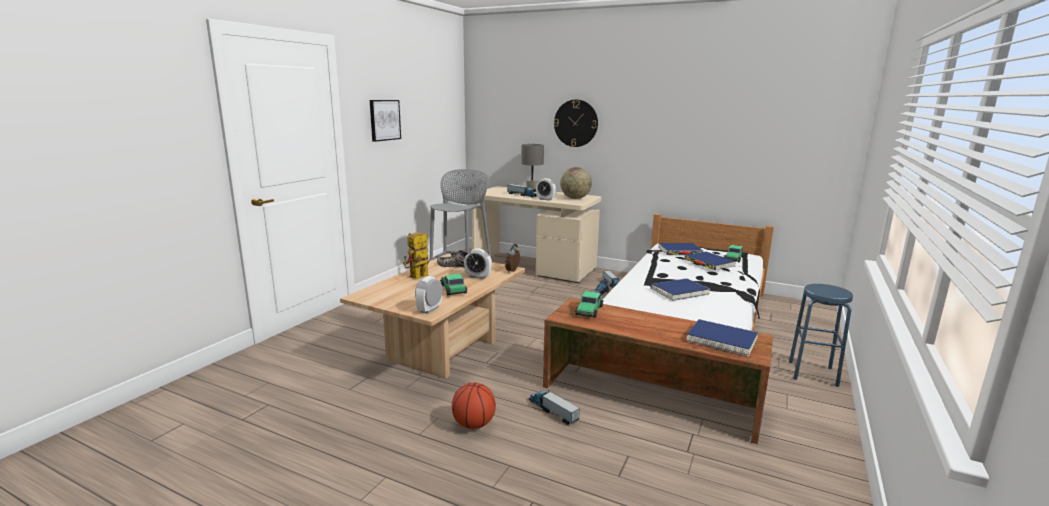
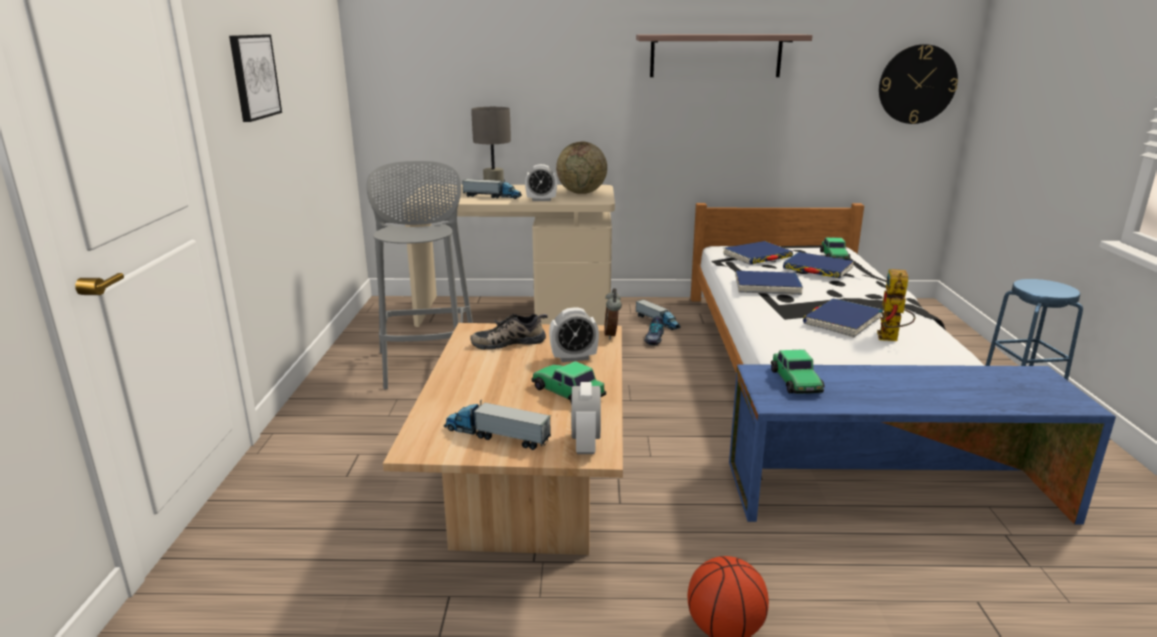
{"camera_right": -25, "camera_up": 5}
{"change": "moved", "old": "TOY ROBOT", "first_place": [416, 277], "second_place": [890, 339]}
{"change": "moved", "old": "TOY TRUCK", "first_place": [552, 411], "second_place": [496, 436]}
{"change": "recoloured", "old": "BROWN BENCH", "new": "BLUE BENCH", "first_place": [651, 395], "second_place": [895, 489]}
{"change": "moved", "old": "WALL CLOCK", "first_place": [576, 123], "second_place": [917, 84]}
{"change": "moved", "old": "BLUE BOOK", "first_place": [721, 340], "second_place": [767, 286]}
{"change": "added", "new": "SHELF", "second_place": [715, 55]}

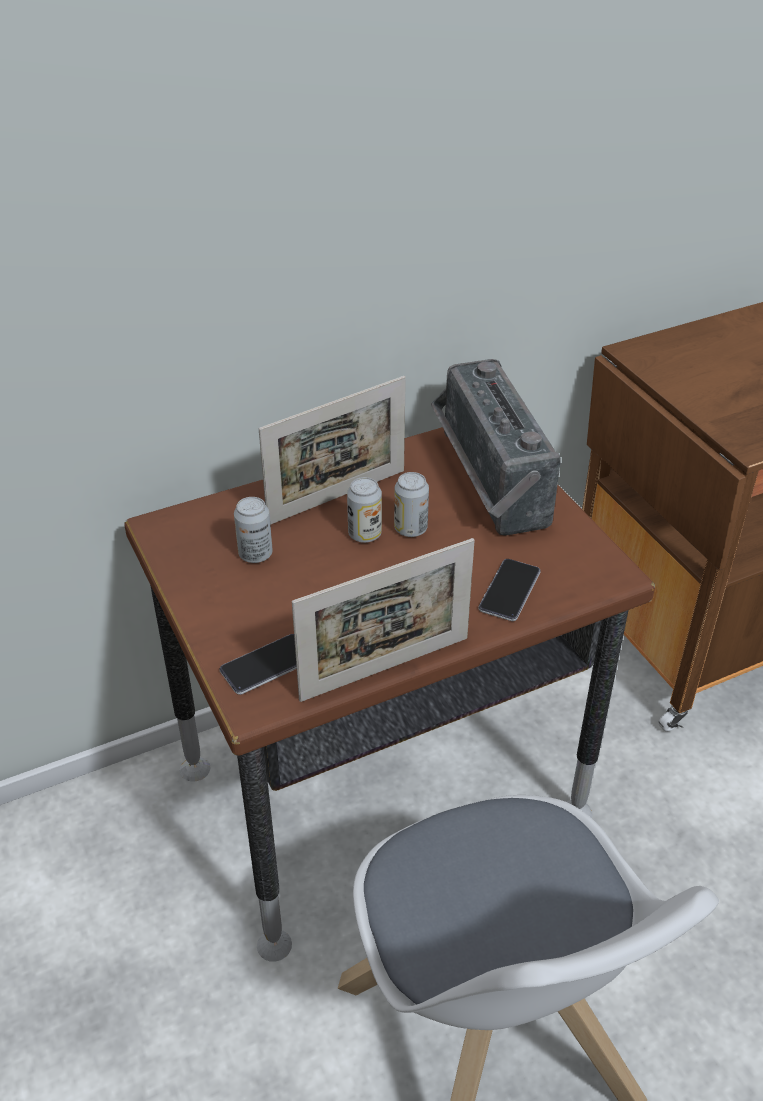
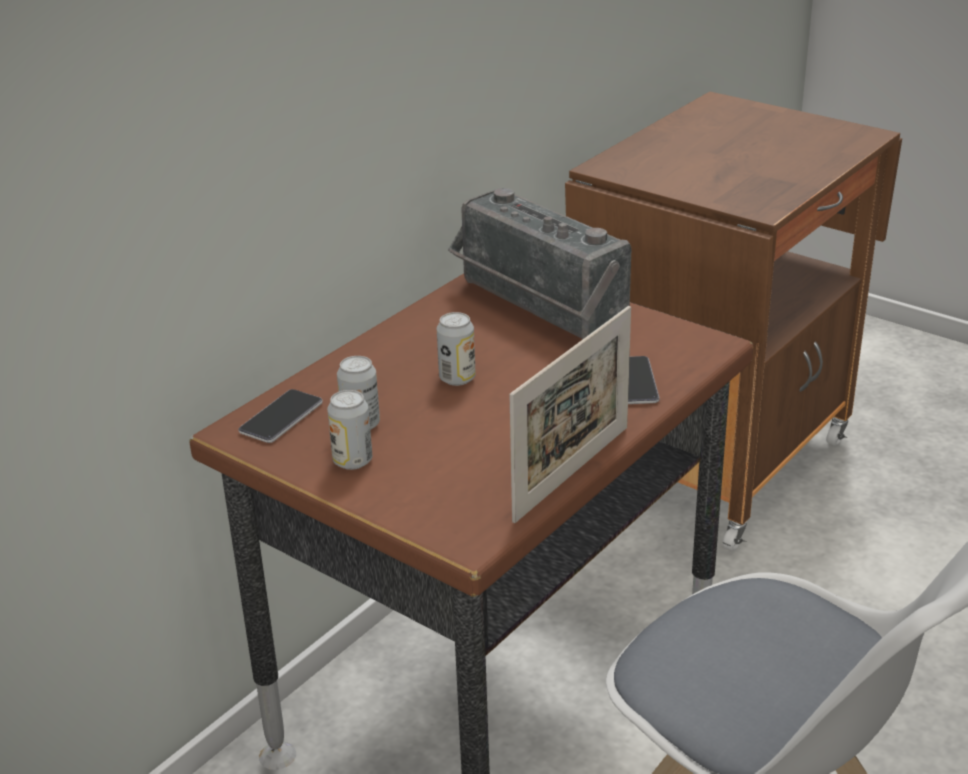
{"camera_right": -25, "camera_up": -10}
{"change": "moved", "old": "PHONE", "first_place": [266, 665], "second_place": [281, 417]}
{"change": "removed", "old": "PICTURE FRAME", "first_place": [337, 497]}
{"change": "moved", "old": "CAN", "first_place": [410, 529], "second_place": [352, 461]}

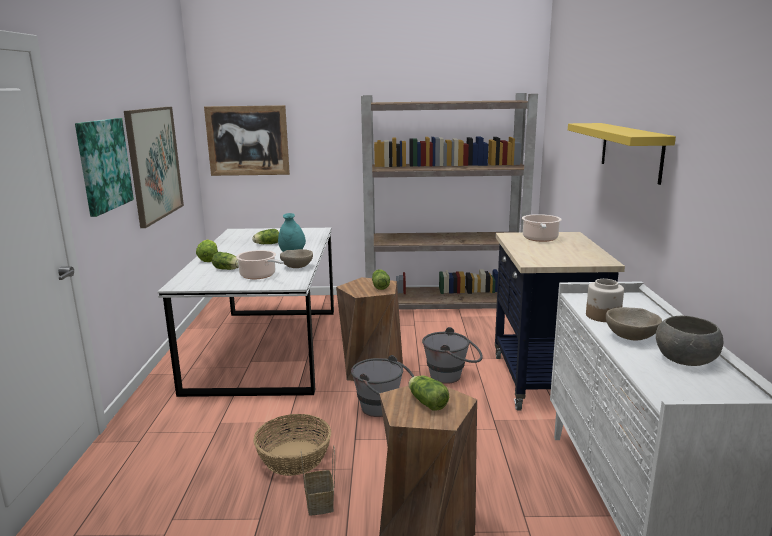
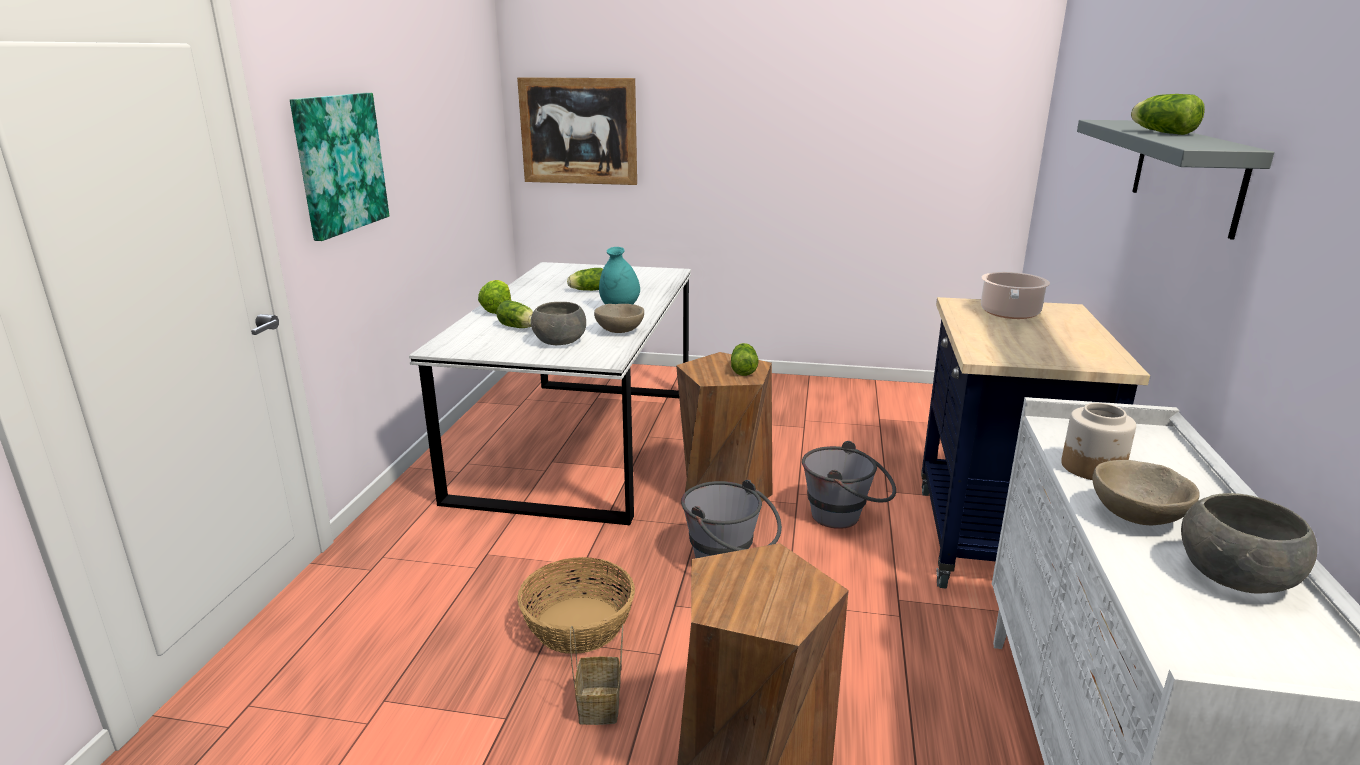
{"camera_right": 10, "camera_up": 5}
{"change": "removed", "old": "PICTURE", "first_place": [154, 163]}
{"change": "replaced", "old": "COOKING POT", "new": "GREY BOWL", "first_place": [259, 276], "second_place": [560, 341]}
{"change": "removed", "old": "BROWN BOOKCASE", "first_place": [443, 303]}
{"change": "moved", "old": "LETTUCE", "first_place": [426, 402], "second_place": [1160, 132]}
{"change": "recoloured", "old": "YELLOW SHELF", "new": "GREY SHELF", "first_place": [630, 150], "second_place": [1186, 173]}

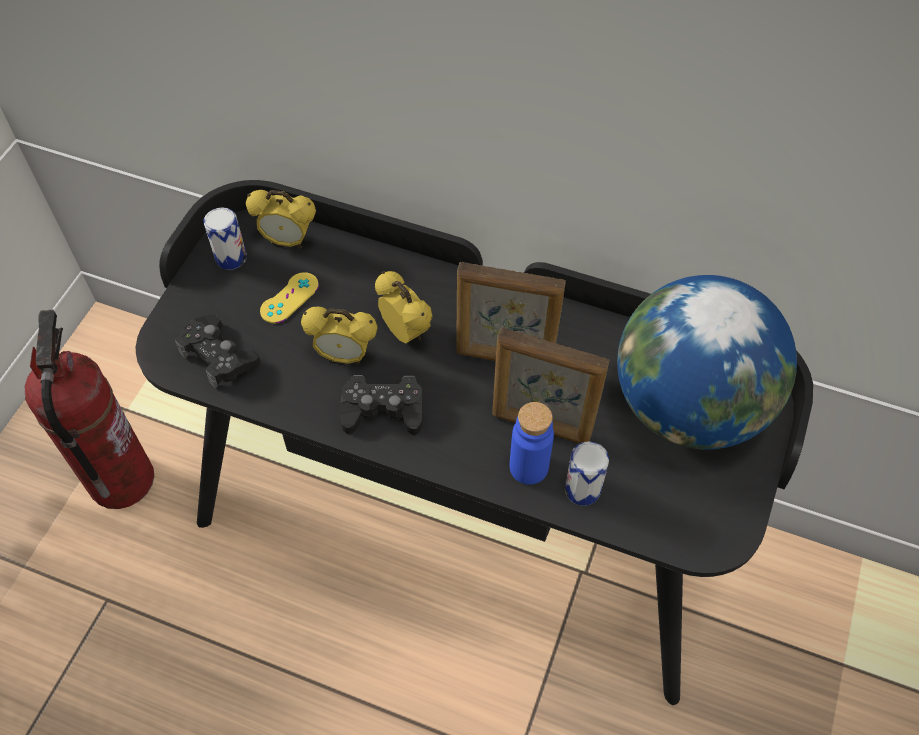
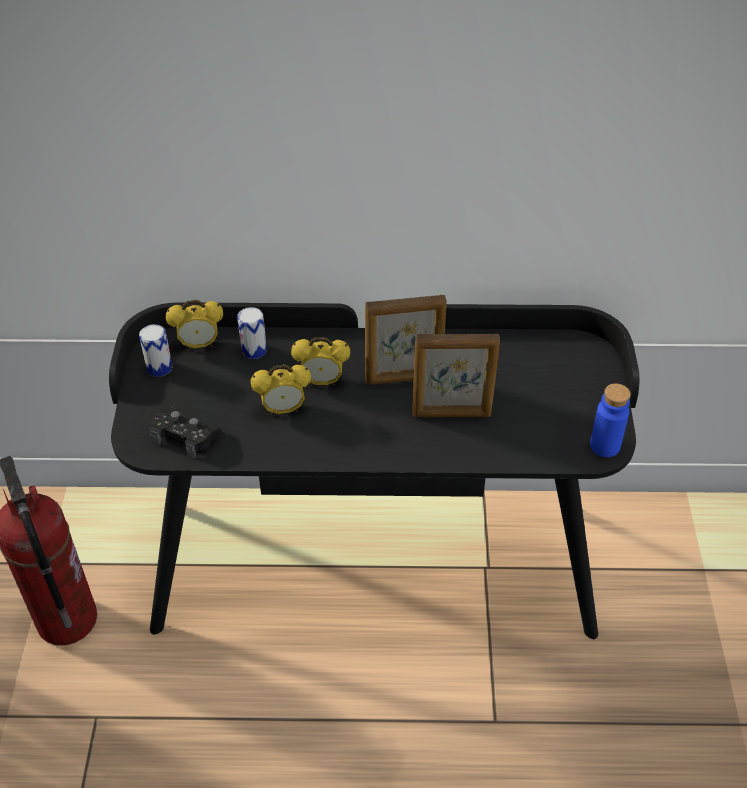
{"camera_right": -20, "camera_up": -10}
{"change": "removed", "old": "YELLOW GAME CONTROLLER", "first_place": [289, 298]}
{"change": "removed", "old": "BLACK GAME CONTROLLER", "first_place": [383, 410]}
{"change": "turned", "old": "ALARM CLOCK", "first_place": [405, 333], "second_place": [322, 382], "degrees": 150}
{"change": "moved", "old": "BLUE BOTTLE", "first_place": [528, 467], "second_place": [605, 446]}
{"change": "moved", "old": "CAN", "first_place": [582, 489], "second_place": [254, 350]}
{"change": "removed", "old": "GLOBE", "first_place": [689, 407]}

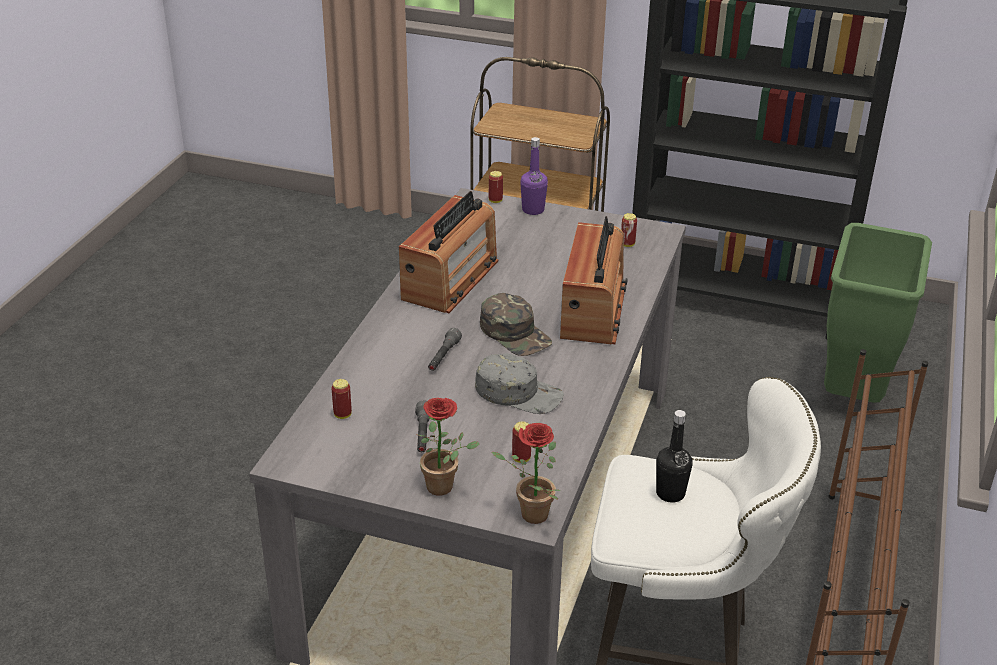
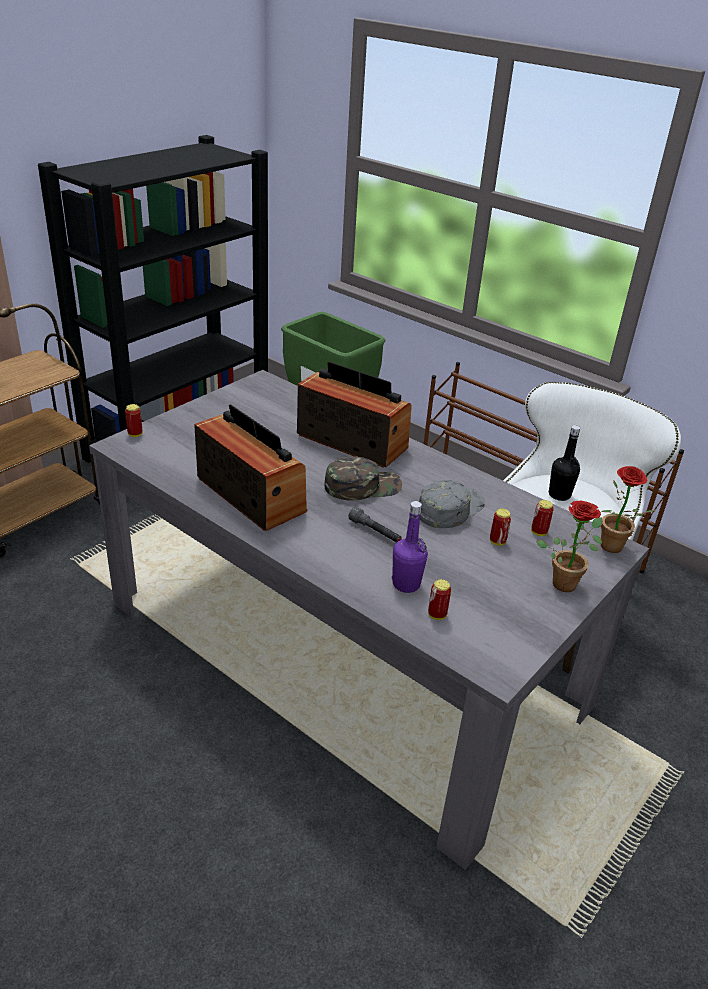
{"camera_right": -70, "camera_up": 0}
{"change": "removed", "old": "GREY FLASHLIGHT", "first_place": [423, 434]}
{"change": "moved", "old": "PURPLE BOTTLE", "first_place": [533, 210], "second_place": [406, 584]}
{"change": "moved", "old": "CAN", "first_place": [627, 244], "second_place": [497, 542]}

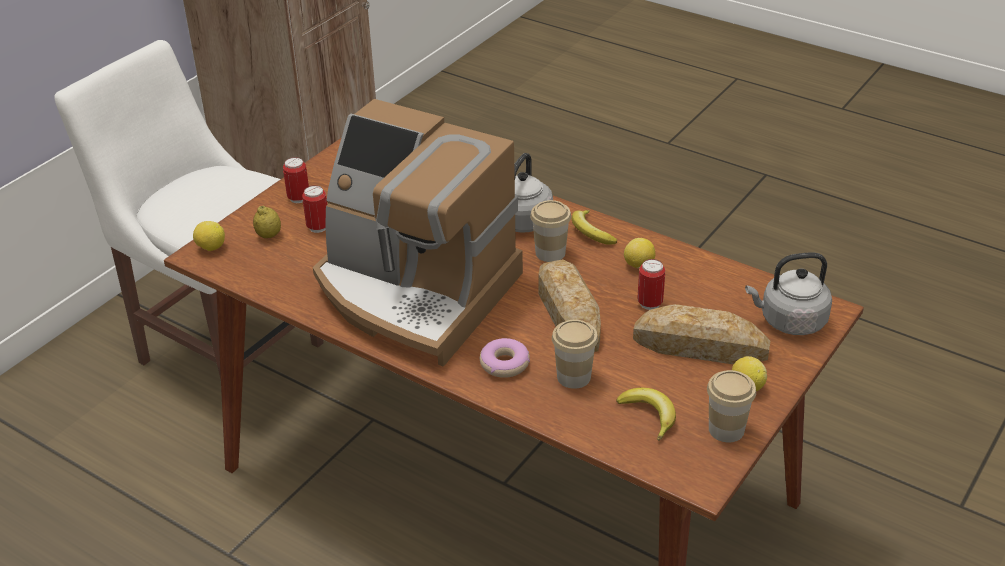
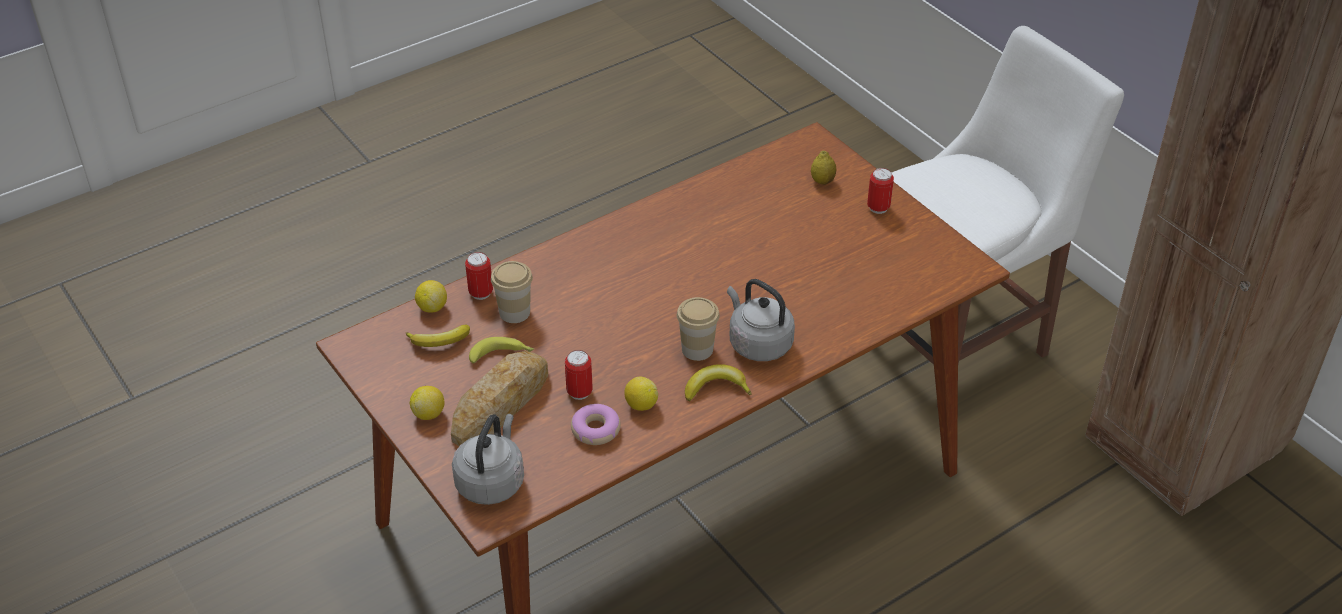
{"camera_right": 110, "camera_up": 5}
{"change": "moved", "old": "LEMON", "first_place": [211, 248], "second_place": [432, 307]}
{"change": "moved", "old": "CAN", "first_place": [318, 227], "second_place": [481, 293]}
{"change": "removed", "old": "COFFEE MACHINE", "first_place": [414, 292]}
{"change": "moved", "old": "DONUT", "first_place": [505, 364], "second_place": [595, 430]}
{"change": "removed", "old": "BREAD", "first_place": [568, 312]}
{"change": "removed", "old": "CUP", "first_place": [726, 429]}
{"change": "added", "new": "BANANA", "second_place": [502, 355]}

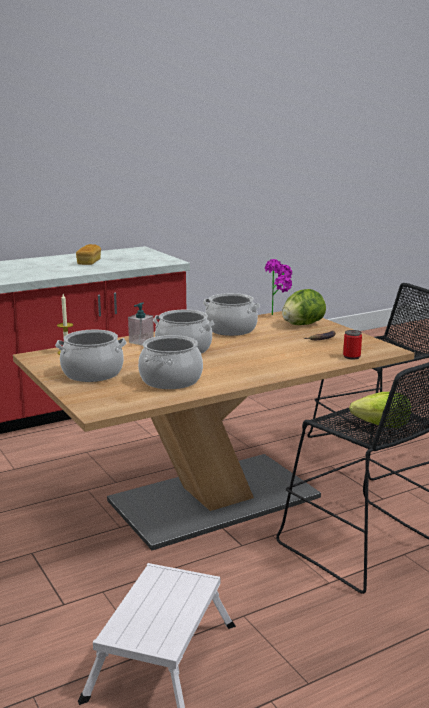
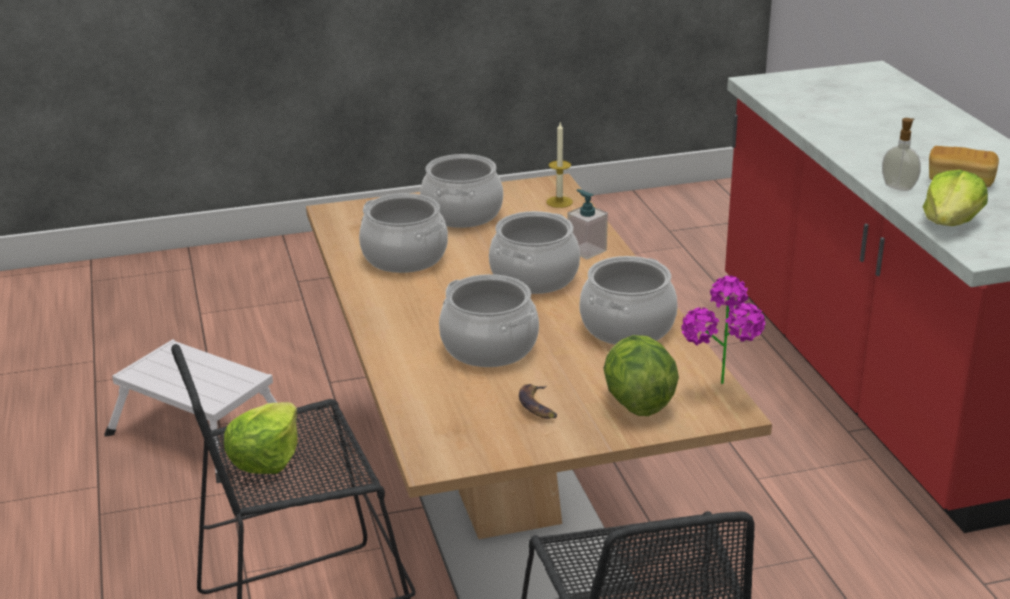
{"camera_right": 105, "camera_up": 10}
{"change": "removed", "old": "CAN", "first_place": [351, 357]}
{"change": "added", "new": "COOKING POT", "second_place": [488, 347]}
{"change": "added", "new": "SOAP DISPENSER", "second_place": [899, 187]}
{"change": "added", "new": "LETTUCE", "second_place": [951, 223]}

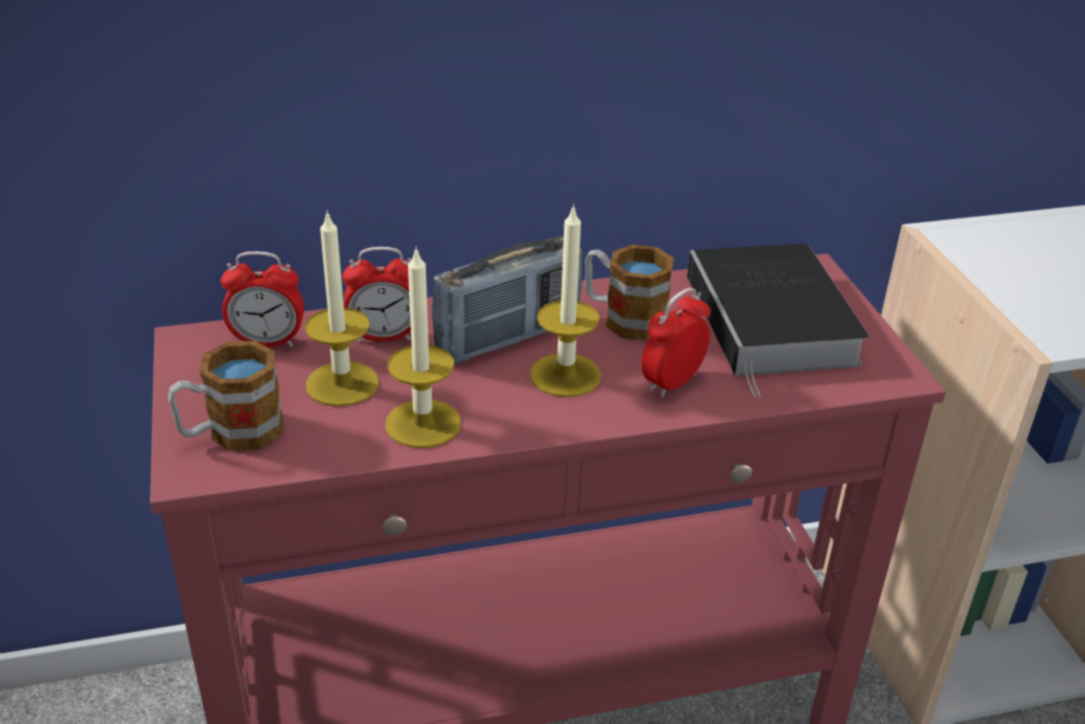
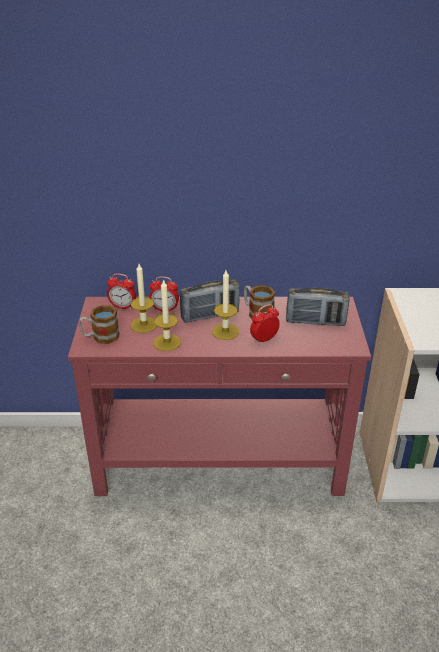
{"camera_right": 15, "camera_up": 0}
{"change": "replaced", "old": "BOOK", "new": "RADIO", "first_place": [774, 323], "second_place": [315, 322]}

